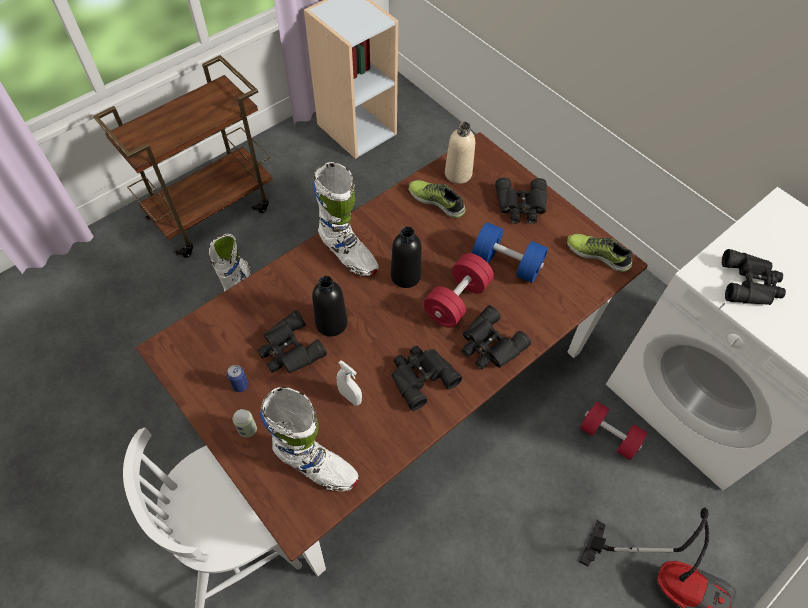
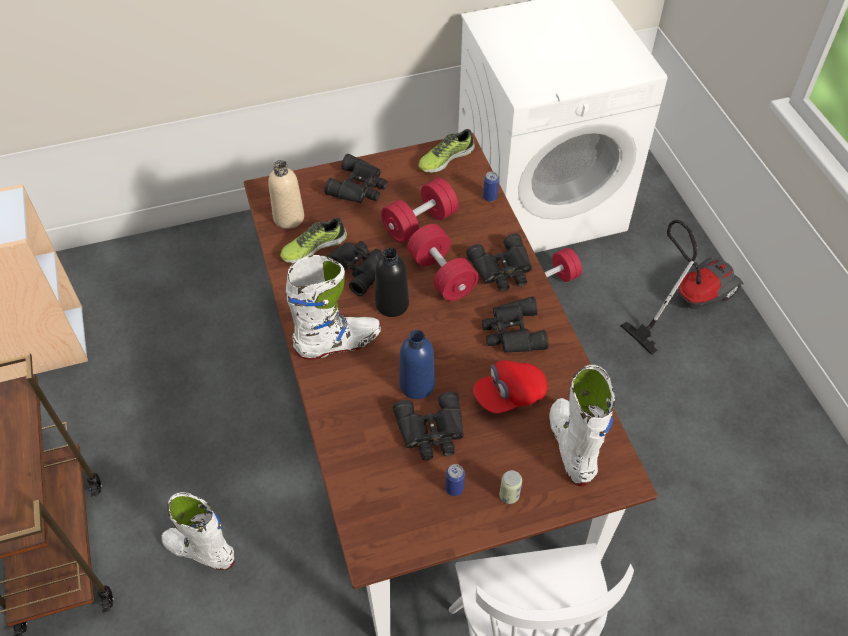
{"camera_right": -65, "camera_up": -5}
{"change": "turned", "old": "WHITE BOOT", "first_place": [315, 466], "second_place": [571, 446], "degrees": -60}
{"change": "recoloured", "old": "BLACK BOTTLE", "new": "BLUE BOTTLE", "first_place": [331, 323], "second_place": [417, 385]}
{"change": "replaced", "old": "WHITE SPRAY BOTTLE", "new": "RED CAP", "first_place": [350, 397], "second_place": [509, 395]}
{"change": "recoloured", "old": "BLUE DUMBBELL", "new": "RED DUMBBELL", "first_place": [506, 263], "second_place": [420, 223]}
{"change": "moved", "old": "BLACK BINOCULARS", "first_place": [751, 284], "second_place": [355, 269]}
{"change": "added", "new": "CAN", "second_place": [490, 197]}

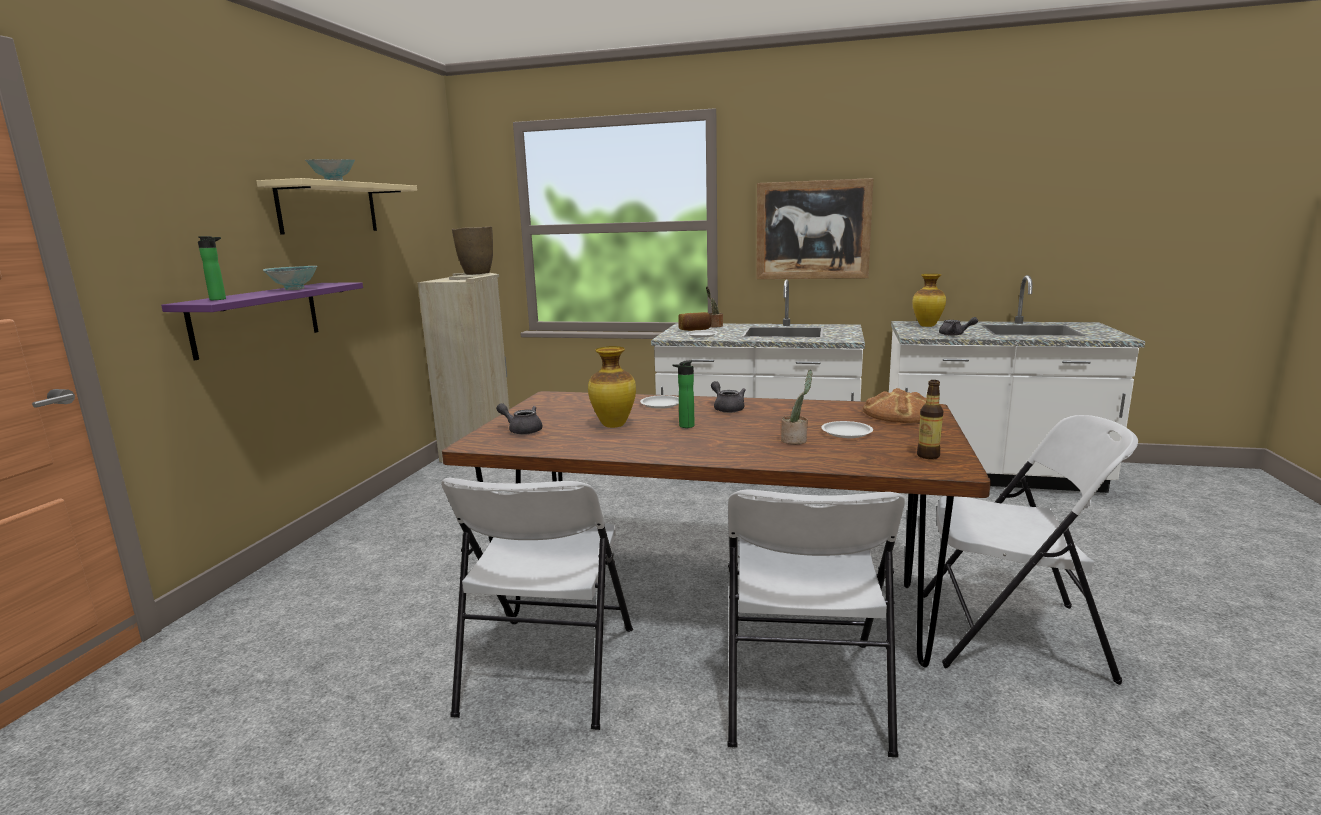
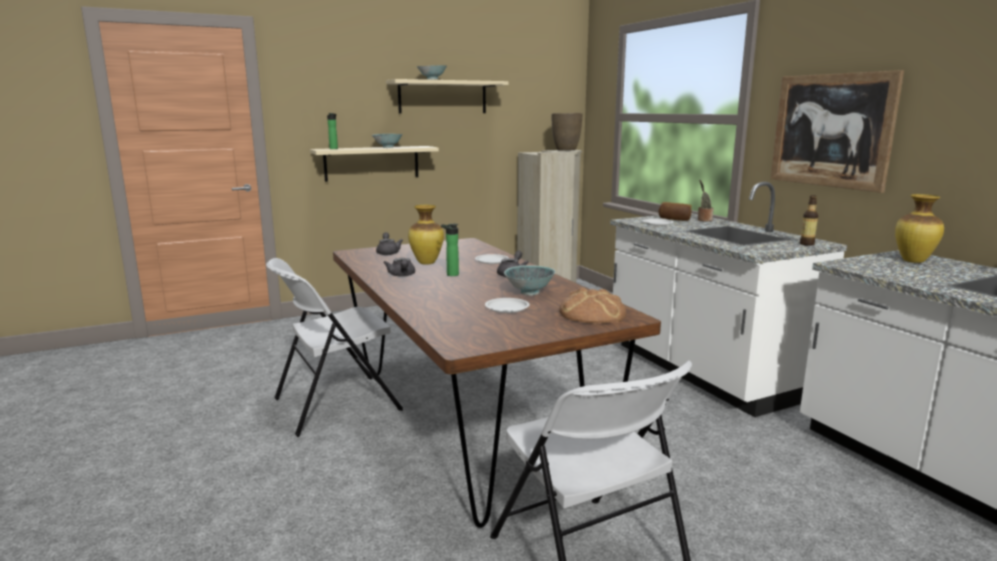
{"camera_right": 50, "camera_up": 0}
{"change": "recoloured", "old": "PURPLE SHELF", "new": "BEIGE SHELF", "first_place": [257, 318], "second_place": [372, 163]}
{"change": "removed", "old": "WHITE CHAIR", "first_place": [803, 691]}
{"change": "removed", "old": "POTTED PLANT", "first_place": [796, 440]}
{"change": "moved", "old": "BOTTLE", "first_place": [928, 456], "second_place": [806, 244]}
{"change": "moved", "old": "GREY TEAPOT", "first_place": [955, 334], "second_place": [402, 275]}
{"change": "added", "new": "BOWL", "second_place": [529, 293]}

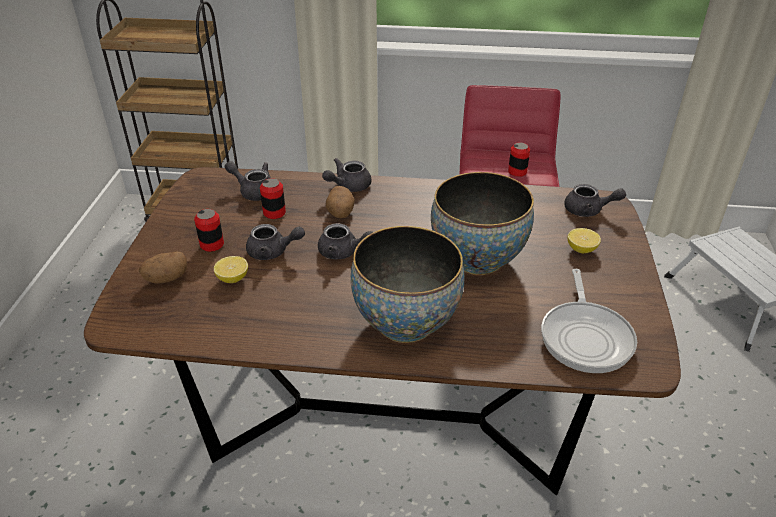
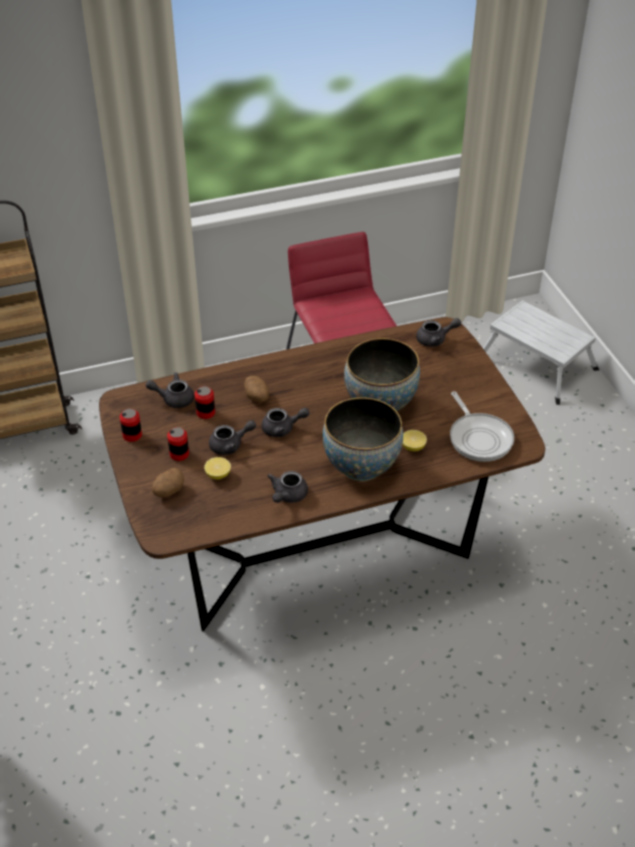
{"camera_right": -25, "camera_up": 5}
{"change": "moved", "old": "GREY TEAPOT", "first_place": [348, 186], "second_place": [287, 496]}
{"change": "moved", "old": "CAN", "first_place": [517, 172], "second_place": [132, 435]}
{"change": "moved", "old": "LEMON", "first_place": [581, 249], "second_place": [413, 447]}

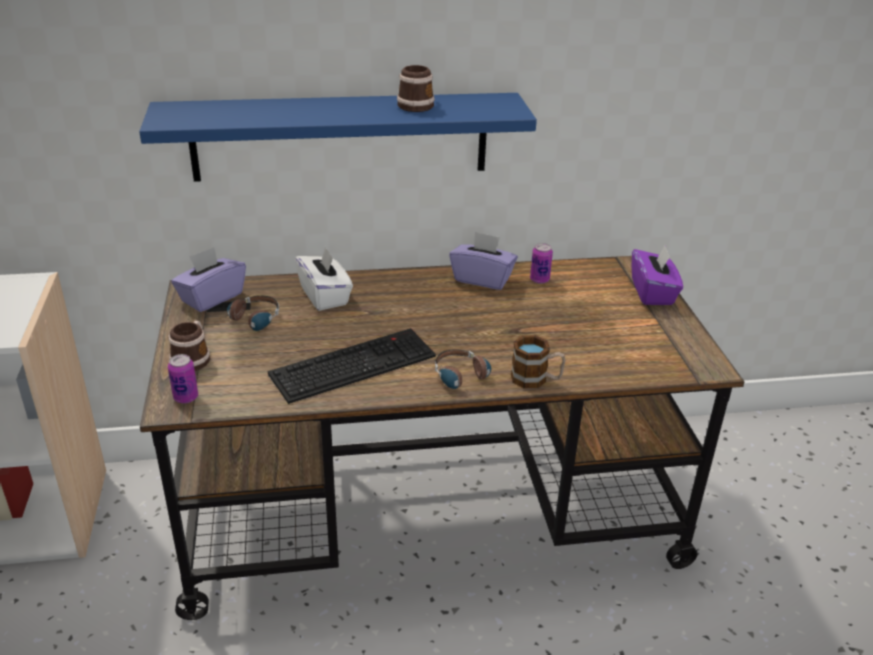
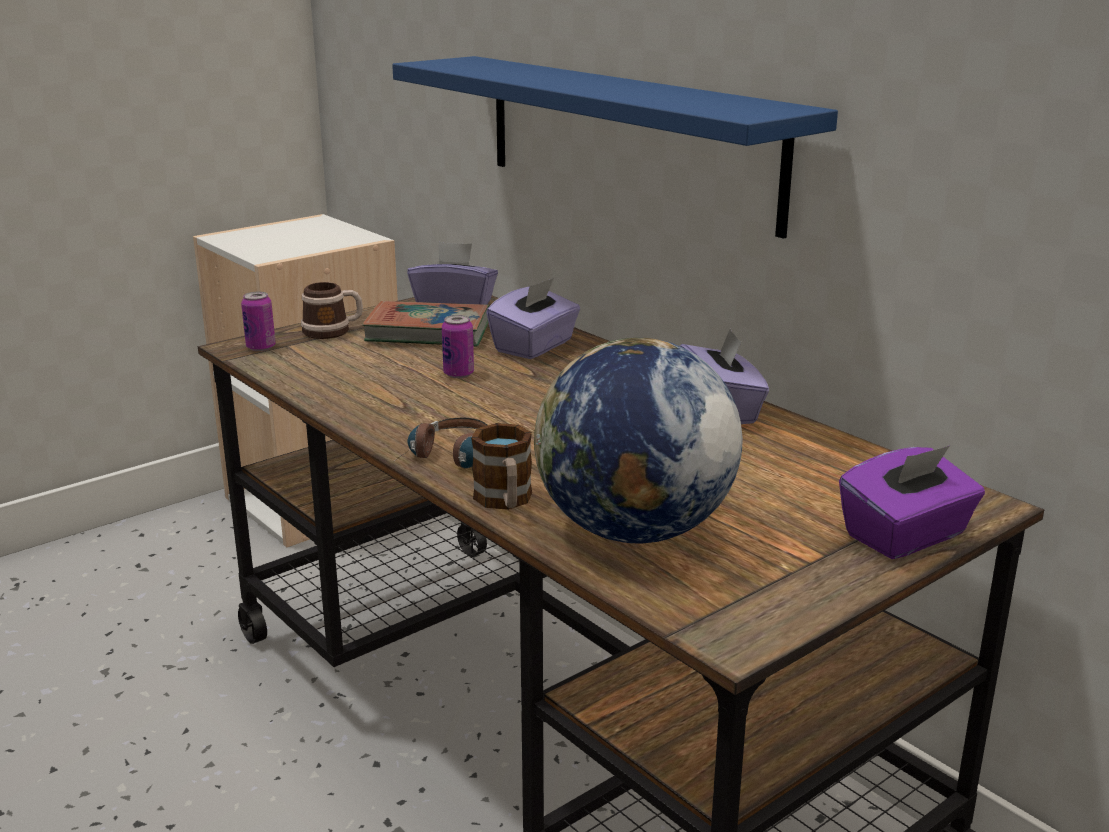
{"camera_right": 60, "camera_up": -10}
{"change": "replaced", "old": "HEADPHONES", "new": "BOOK", "first_place": [249, 322], "second_place": [428, 332]}
{"change": "removed", "old": "KEYBOARD", "first_place": [354, 364]}
{"change": "recoloured", "old": "WHITE TISSUE BOX", "new": "PURPLE TISSUE BOX", "first_place": [325, 296], "second_place": [535, 346]}
{"change": "removed", "old": "MUG", "first_place": [418, 104]}
{"change": "moved", "old": "CAN", "first_place": [539, 280], "second_place": [458, 374]}
{"change": "added", "new": "GLOBE", "second_place": [633, 531]}

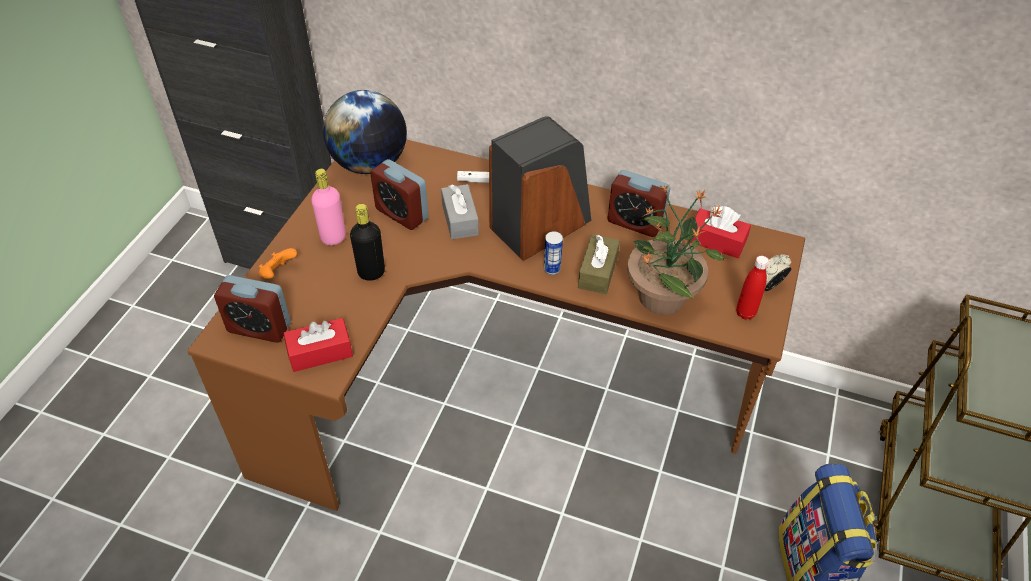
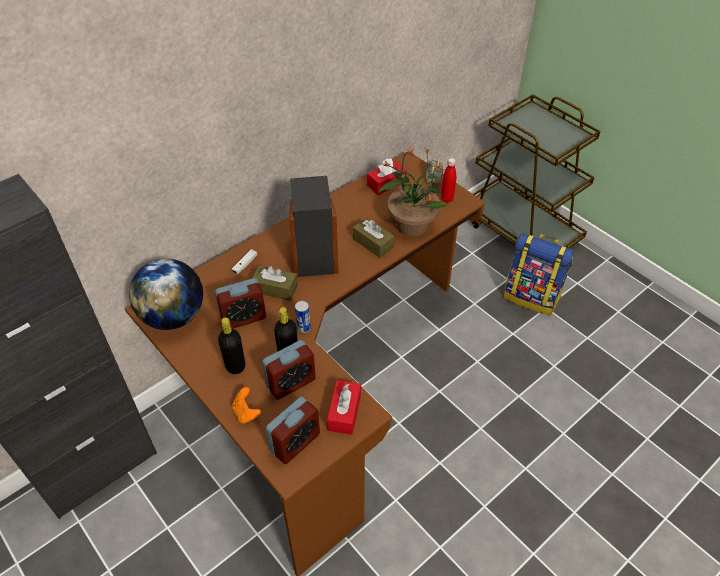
{"camera_right": -60, "camera_up": 0}
{"change": "recoloured", "old": "PINK BOTTLE", "new": "BLACK BOTTLE", "first_place": [333, 237], "second_place": [235, 366]}
{"change": "recoloured", "old": "GREY TISSUE BOX", "new": "BROWN TISSUE BOX", "first_place": [460, 219], "second_place": [275, 289]}
{"change": "moved", "old": "CAN", "first_place": [552, 269], "second_place": [304, 328]}
{"change": "moved", "old": "ALARM CLOCK", "first_place": [635, 222], "second_place": [291, 383]}

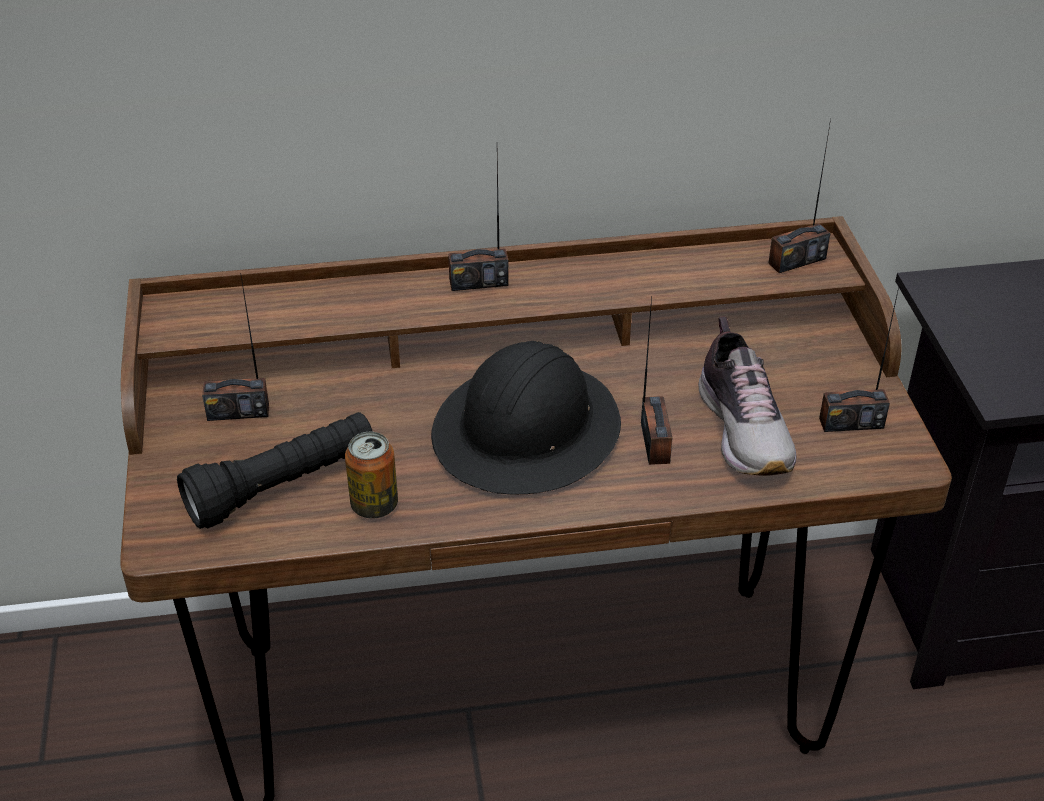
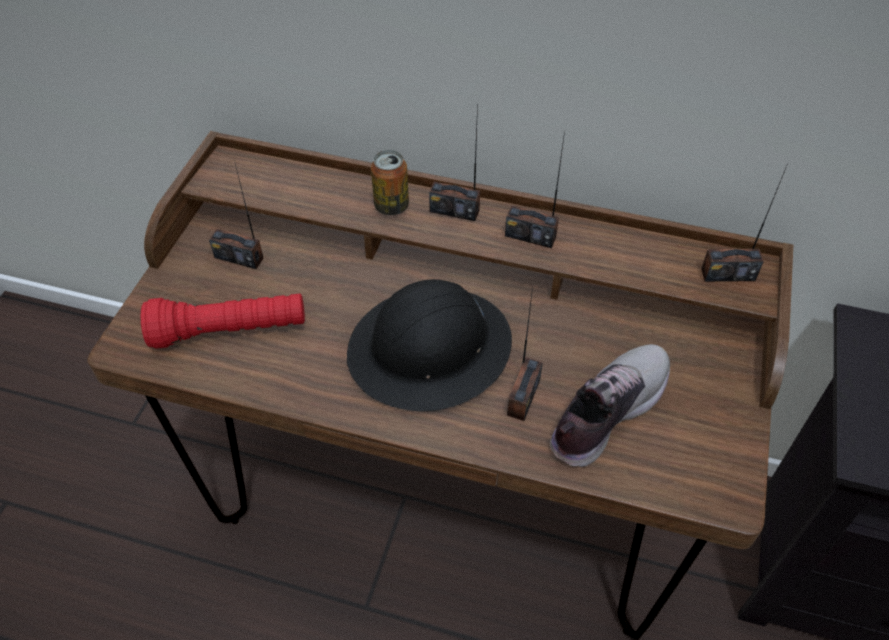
{"camera_right": 25, "camera_up": 10}
{"change": "recoloured", "old": "BLACK FLASHLIGHT", "new": "RED FLASHLIGHT", "first_place": [283, 486], "second_place": [230, 331]}
{"change": "moved", "old": "CAN", "first_place": [374, 505], "second_place": [391, 206]}
{"change": "turned", "old": "SHOE", "first_place": [745, 429], "second_place": [605, 412], "degrees": -150}
{"change": "moved", "old": "RADIO", "first_place": [851, 423], "second_place": [530, 236]}

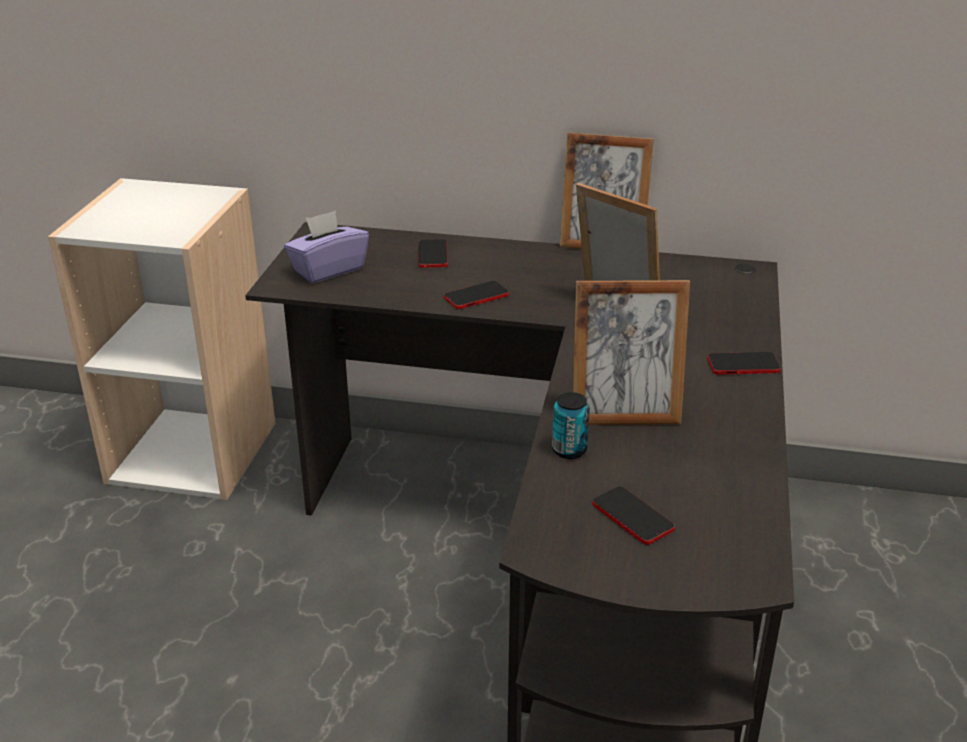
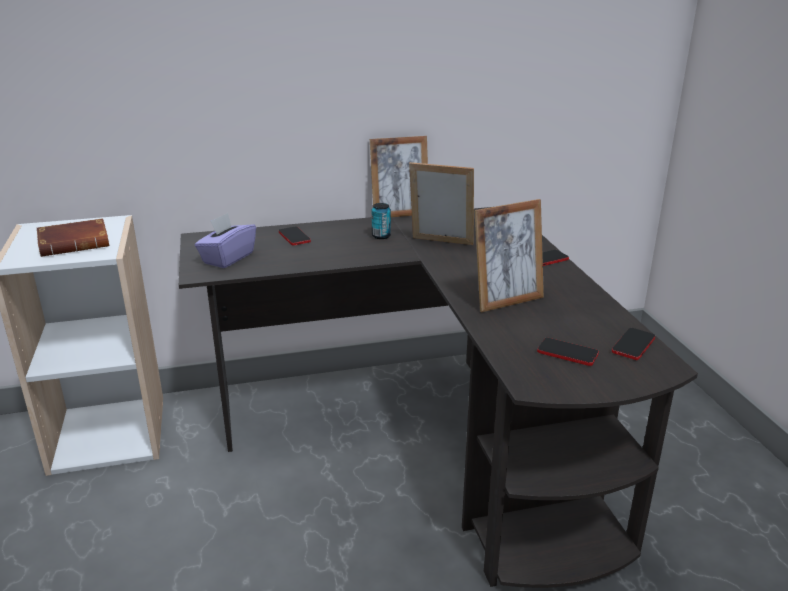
{"camera_right": -25, "camera_up": -5}
{"change": "moved", "old": "PHONE", "first_place": [476, 296], "second_place": [633, 345]}
{"change": "moved", "old": "CAN", "first_place": [569, 450], "second_place": [381, 236]}
{"change": "added", "new": "BROWN BOOK", "second_place": [76, 243]}

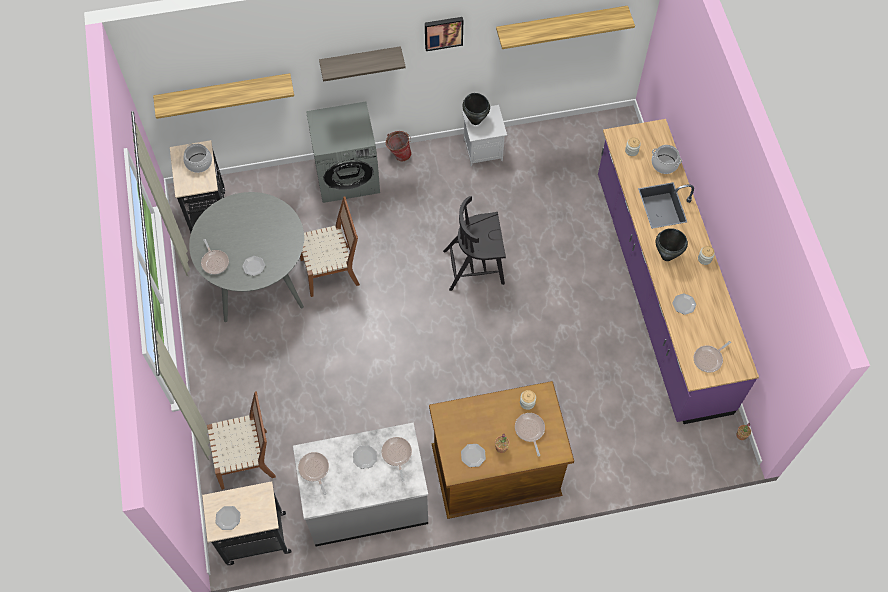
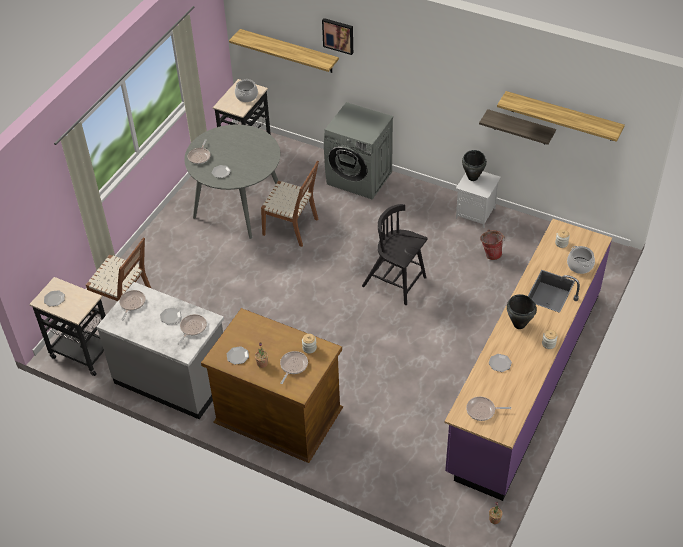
{"camera_right": 40, "camera_up": -15}
{"change": "moved", "old": "SHELF", "first_place": [360, 61], "second_place": [520, 127]}
{"change": "moved", "old": "BUCKET", "first_place": [399, 154], "second_place": [491, 253]}
{"change": "moved", "old": "PICTURE", "first_place": [443, 32], "second_place": [338, 35]}

